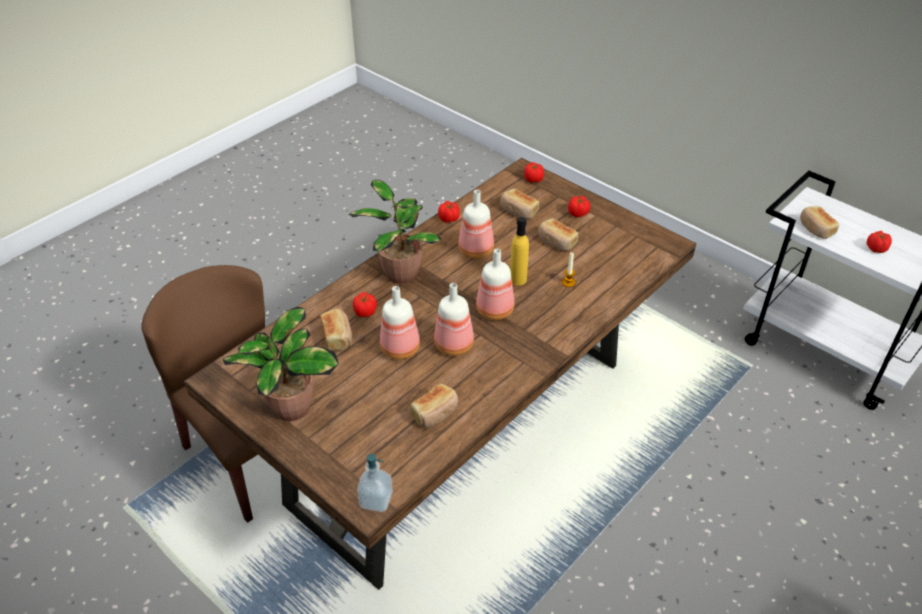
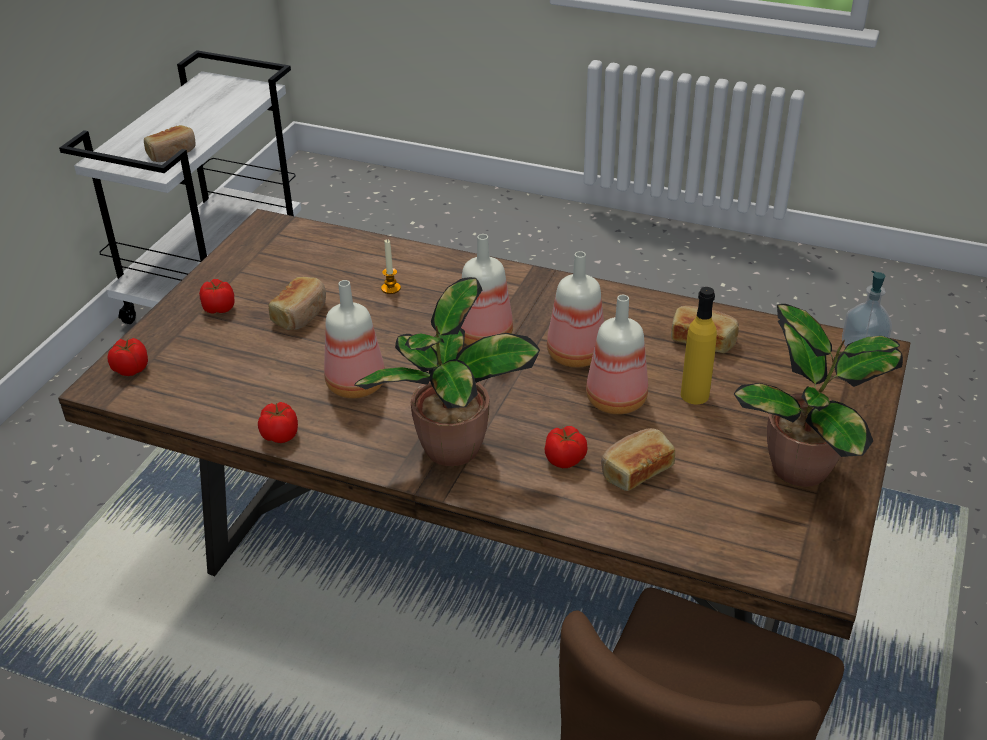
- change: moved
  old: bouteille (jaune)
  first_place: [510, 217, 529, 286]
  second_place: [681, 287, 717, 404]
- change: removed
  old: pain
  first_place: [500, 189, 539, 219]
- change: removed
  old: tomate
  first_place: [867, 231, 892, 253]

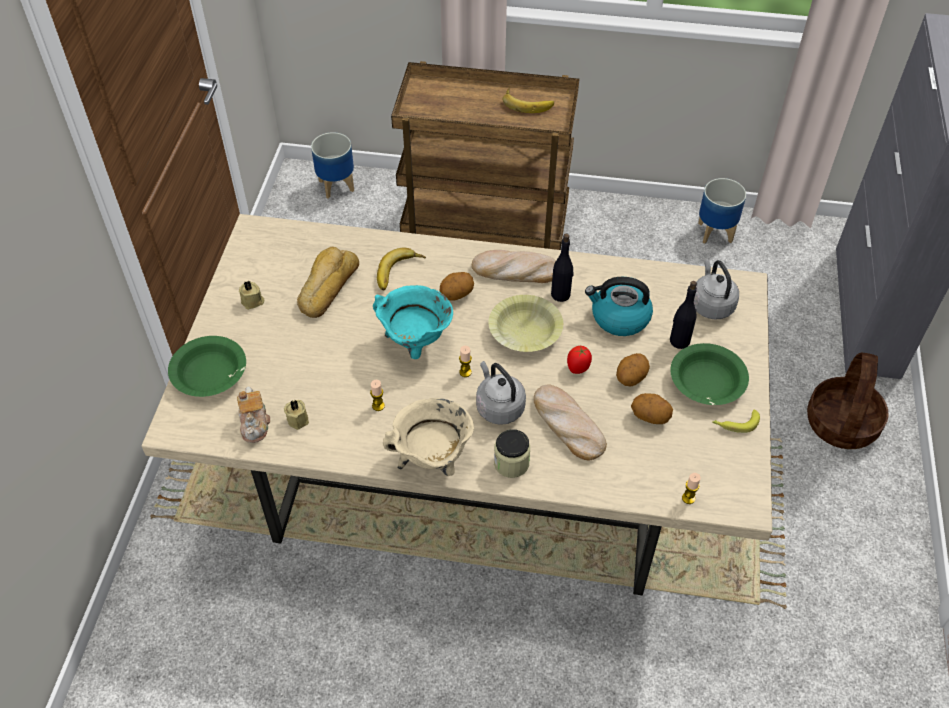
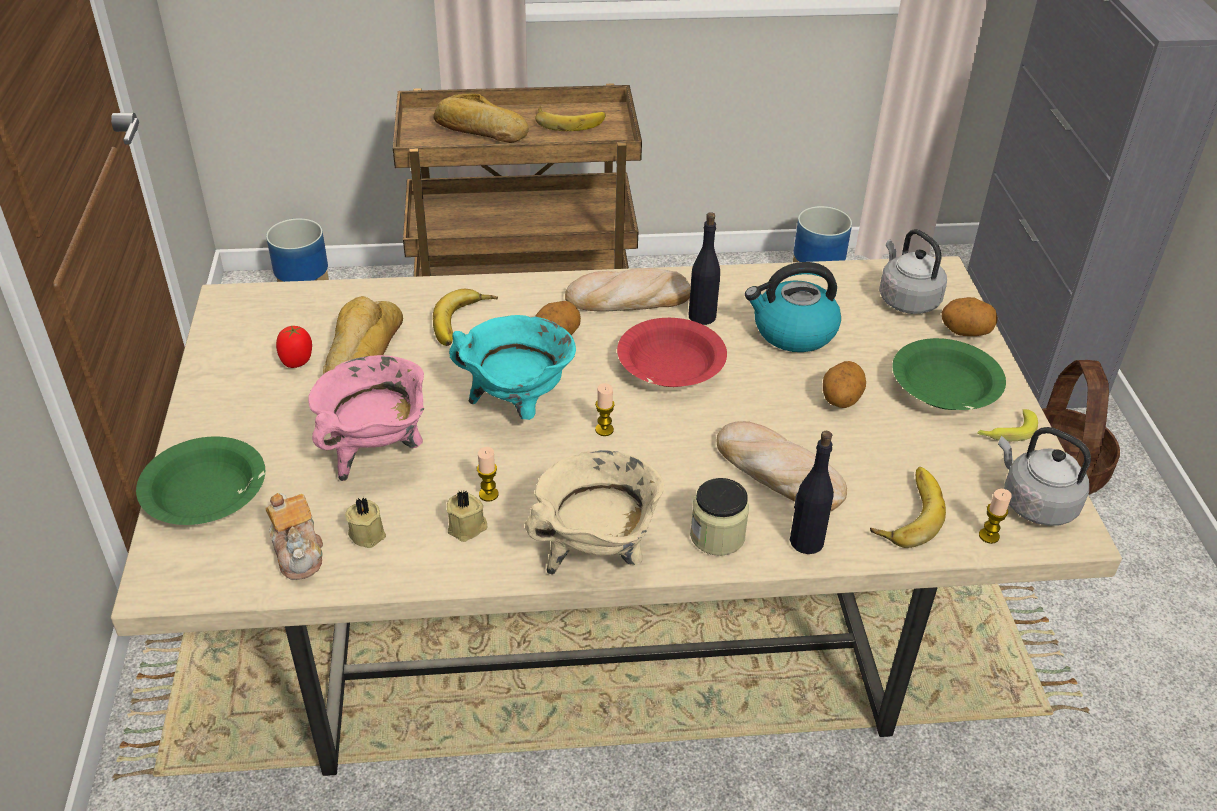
- change: moved
  old: tomate
  first_place: [567, 346, 592, 374]
  second_place: [276, 326, 312, 368]
- change: added
  new: marmite (rose)
  second_place: [308, 355, 424, 481]
- change: added
  new: pain
  second_place: [433, 94, 529, 143]
- change: moved
  old: bougie (beige)
  first_place: [239, 281, 264, 310]
  second_place: [447, 490, 487, 542]
- change: recoloured
  old: bol (jaune)
  new: bol (rouge)
  first_place: [488, 295, 563, 352]
  second_place: [617, 318, 727, 387]
- change: moved
  old: bouteille (noir)
  first_place: [670, 281, 697, 349]
  second_place: [790, 431, 834, 554]
- change: added
  new: banane
  second_place: [870, 467, 946, 548]
- change: moved
  old: pomme de terre
  first_place: [631, 393, 673, 424]
  second_place: [942, 297, 998, 336]
- change: moved
  old: bouilloire (gris)
  first_place: [476, 361, 526, 425]
  second_place: [998, 427, 1091, 526]

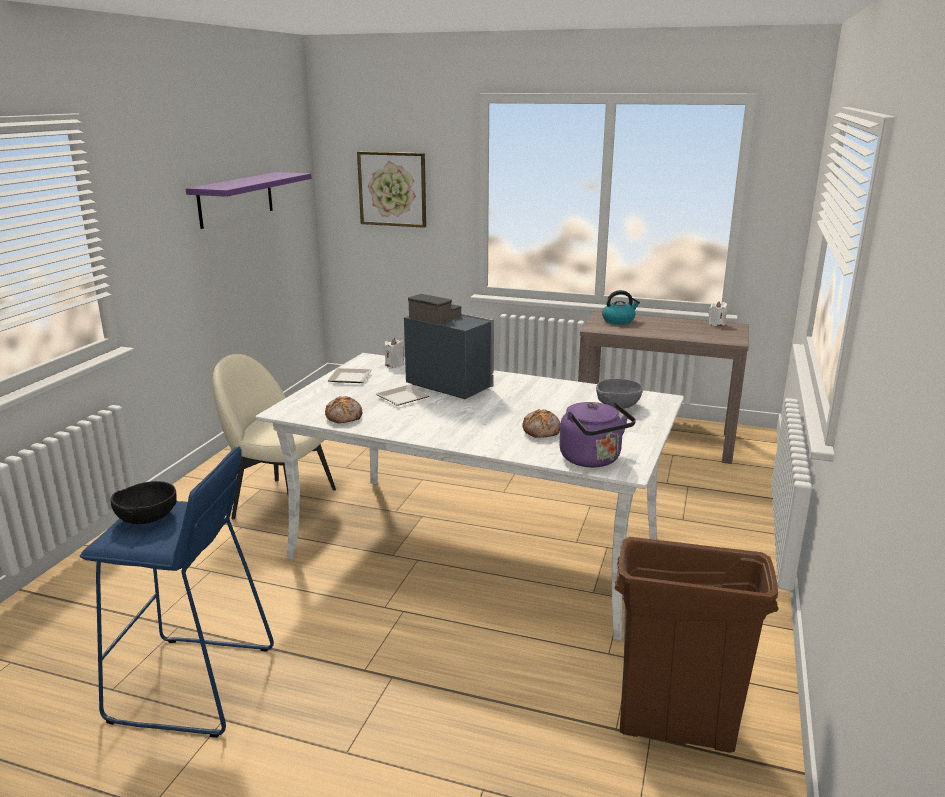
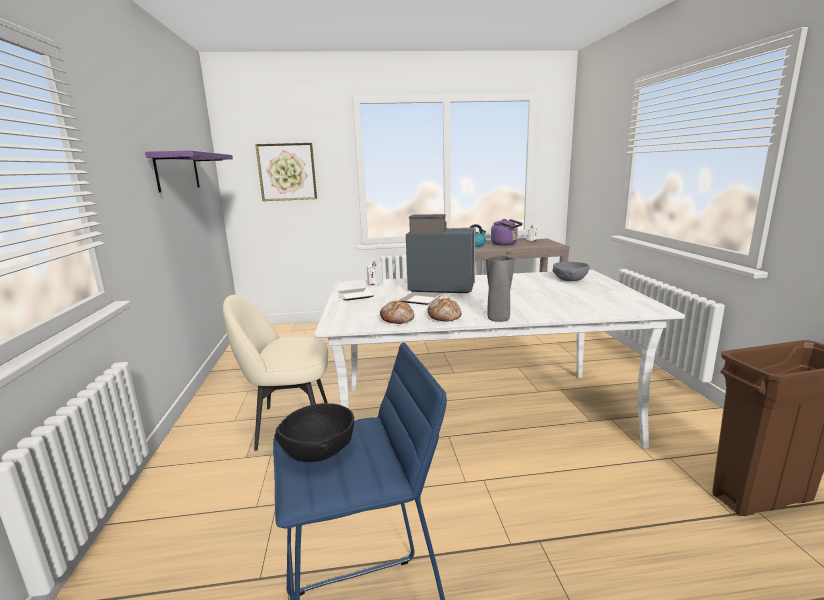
- change: moved
  old: pain
  first_place: [523, 409, 561, 438]
  second_place: [428, 298, 461, 322]
- change: added
  new: vase (gris)
  second_place: [486, 256, 515, 322]
- change: moved
  old: bouilloire (violet)
  first_place: [559, 402, 636, 468]
  second_place: [491, 219, 523, 246]

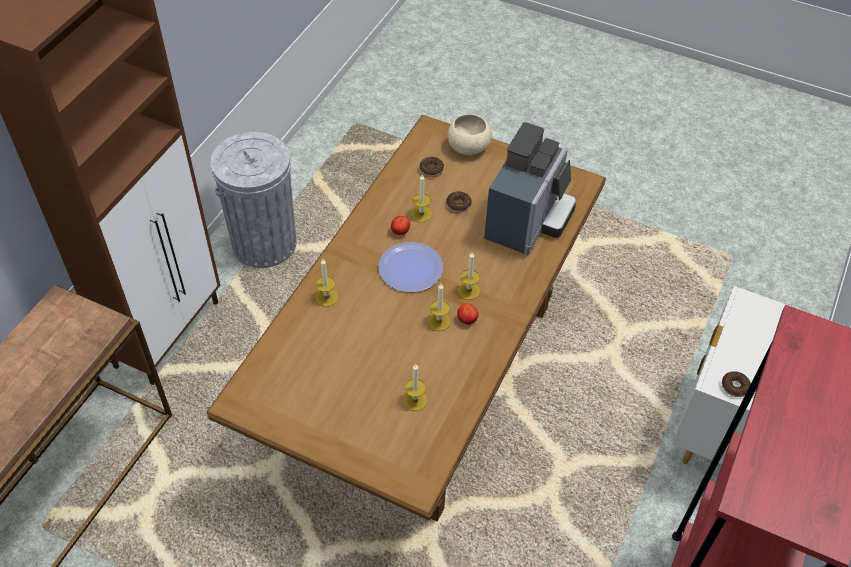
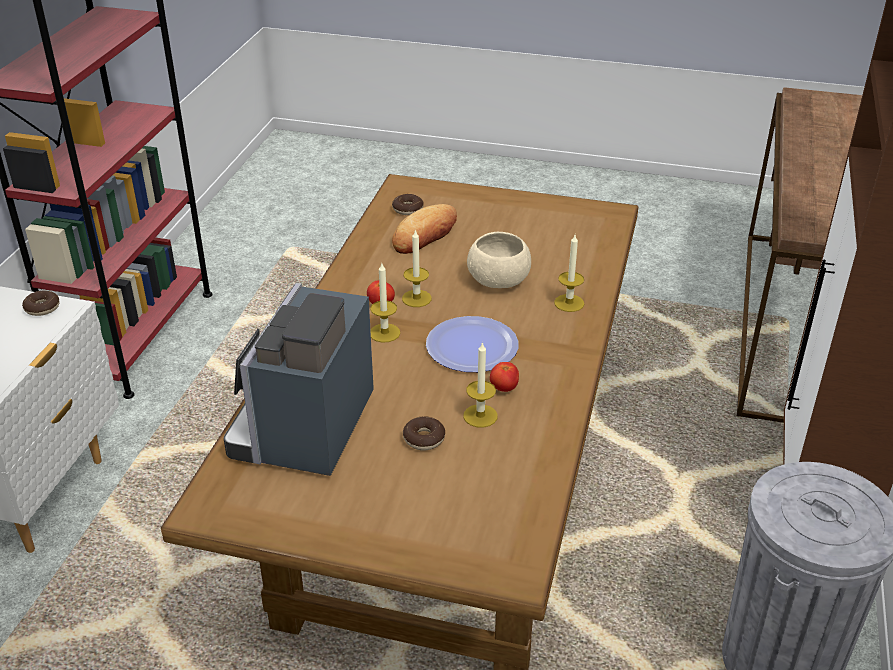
- change: moved
  old: beignet
  first_place: [419, 157, 444, 177]
  second_place: [392, 194, 424, 215]
- change: replaced
  old: bougie
  new: pain
  first_place: [403, 364, 427, 411]
  second_place: [392, 204, 457, 254]
- change: moved
  old: bol (beige)
  first_place: [448, 114, 492, 155]
  second_place: [467, 232, 531, 288]

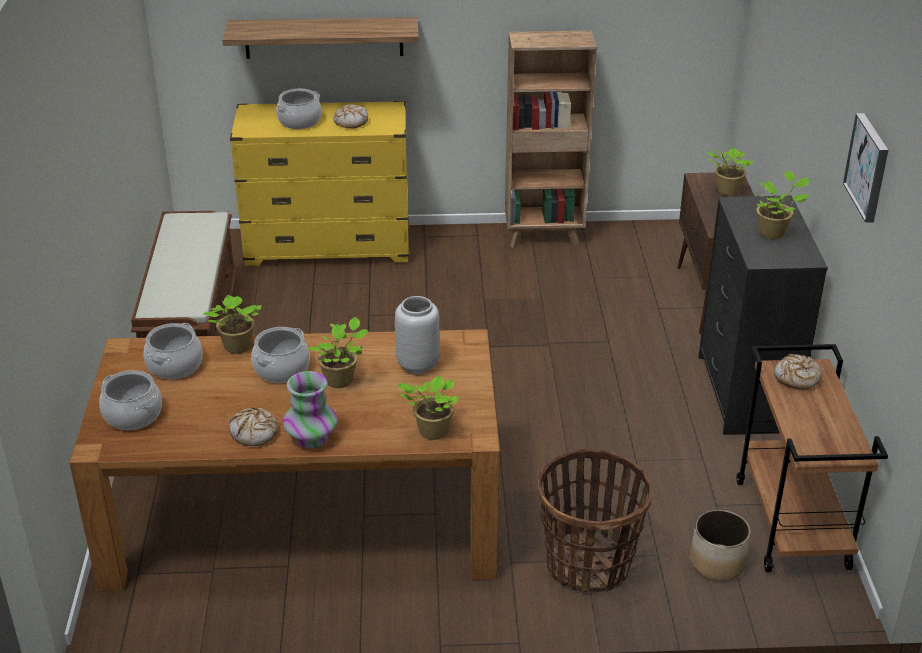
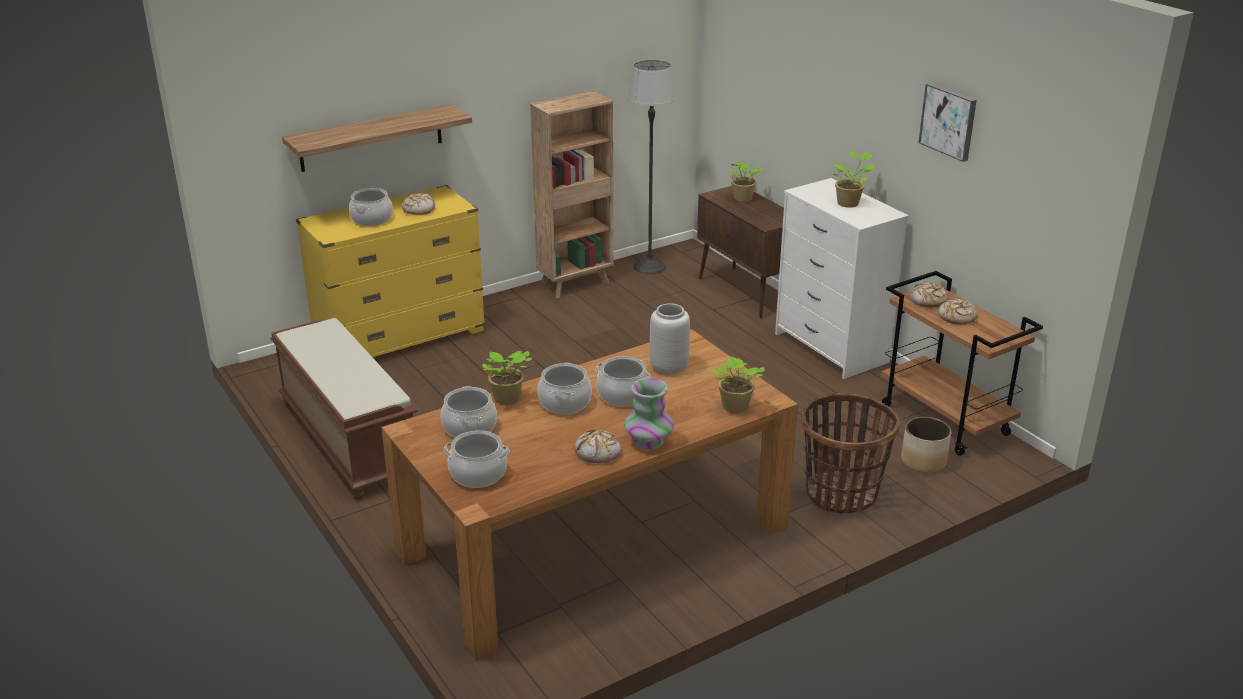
- change: replaced
  old: plante en pot
  new: marmite
  first_place: [308, 317, 369, 388]
  second_place: [595, 356, 652, 407]
- change: added
  new: lampadaire
  second_place: [628, 60, 676, 274]
- change: recoloured
  old: commode (noir)
  new: commode (blanc)
  first_place: [698, 196, 828, 435]
  second_place: [775, 178, 909, 379]
- change: added
  new: pain
  second_place: [938, 298, 977, 325]

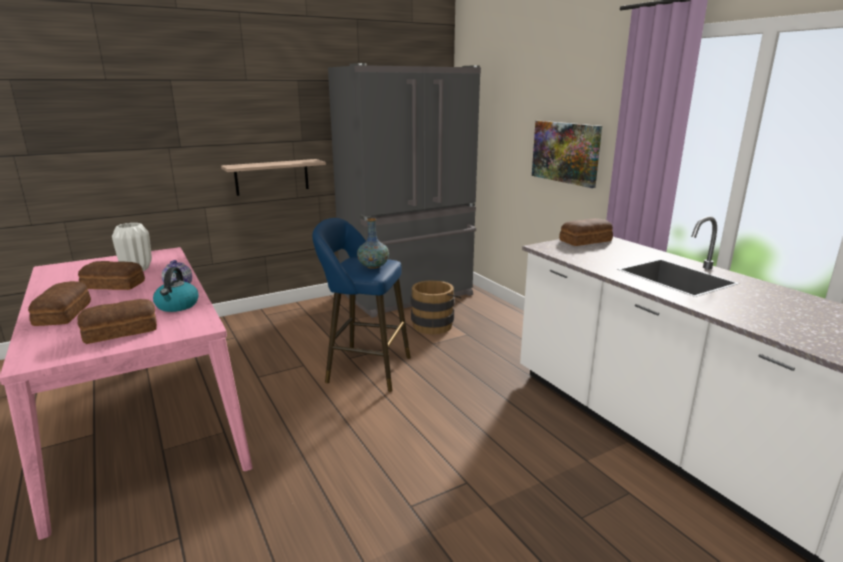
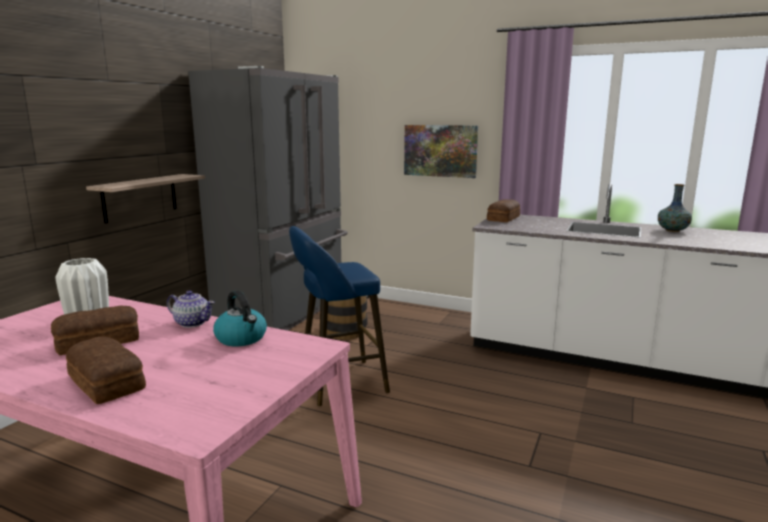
- change: moved
  old: vase
  first_place: [357, 218, 389, 269]
  second_place: [658, 184, 692, 232]
- change: removed
  old: pain
  first_place: [78, 299, 157, 344]

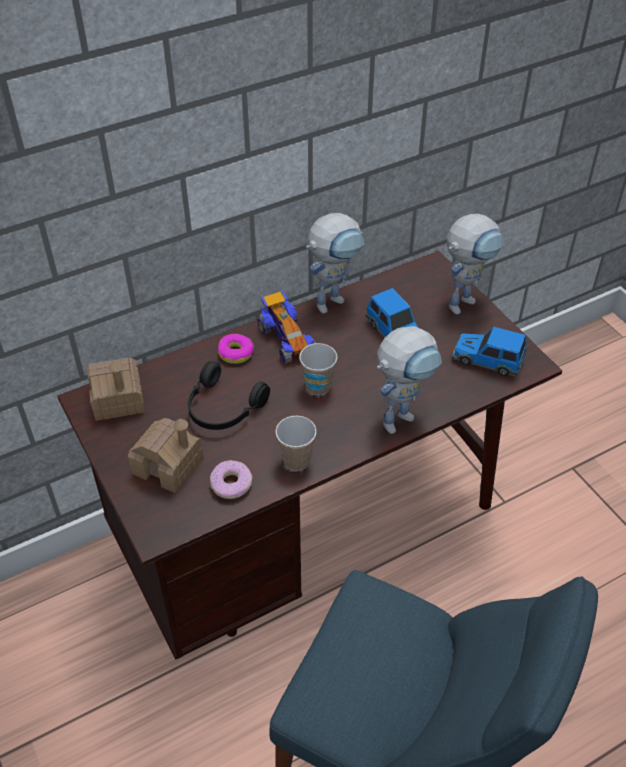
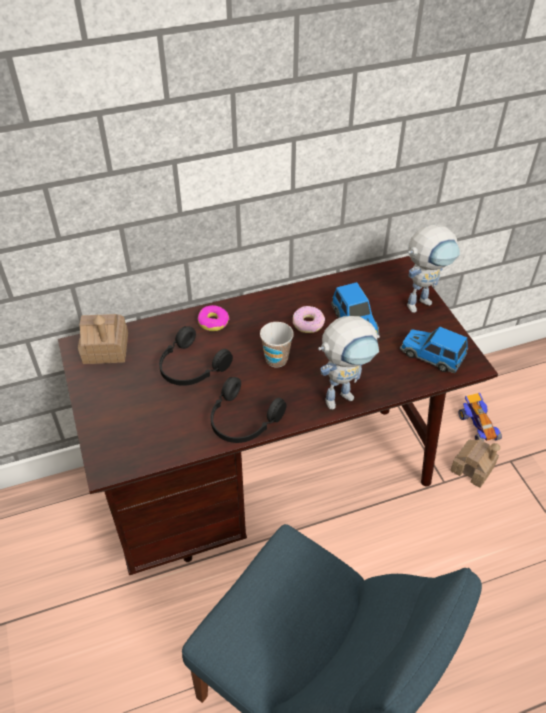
- change: replaced
  old: tasse
  new: casque audio (noir)
  first_place: [275, 416, 317, 471]
  second_place: [211, 377, 287, 443]
- change: moved
  old: beignet
  first_place: [210, 460, 252, 499]
  second_place: [293, 306, 325, 333]
- change: moved
  old: maison miniature
  first_place: [128, 418, 203, 493]
  second_place: [450, 439, 500, 488]
- change: moved
  old: petite voiture
  first_place: [258, 290, 316, 363]
  second_place: [459, 392, 502, 441]
- change: removed
  old: robot jouet
  first_place: [306, 213, 365, 314]

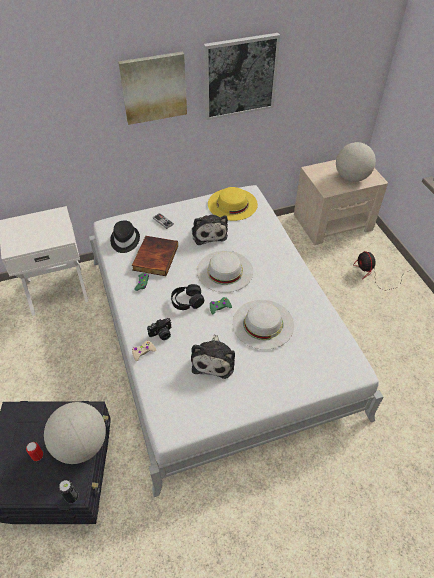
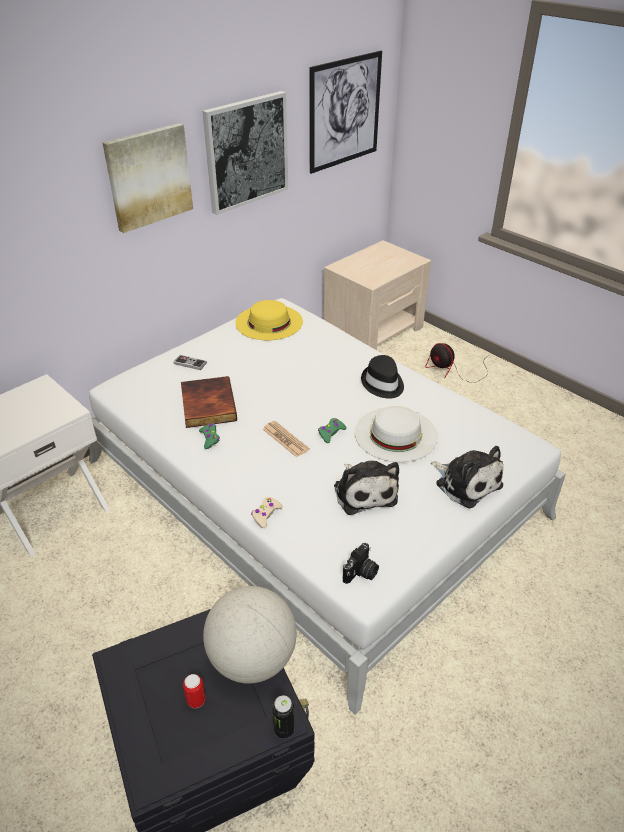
- change: replaced
  old: casque audio (noir)
  new: journal
  first_place: [171, 284, 204, 310]
  second_place: [263, 421, 310, 457]
- change: added
  new: tableau
  second_place: [309, 50, 382, 174]
- change: moved
  old: appareil photo
  first_place: [147, 318, 172, 340]
  second_place: [343, 543, 379, 584]
- change: moved
  old: chapeau (noir)
  first_place: [110, 221, 140, 253]
  second_place: [361, 355, 404, 399]
- change: moved
  old: peluche
  first_place: [192, 215, 228, 245]
  second_place: [431, 446, 503, 508]
- change: removed
  old: chapeau (blanc)
  first_place: [197, 251, 253, 292]
- change: removed
  old: globe
  first_place: [336, 142, 376, 182]

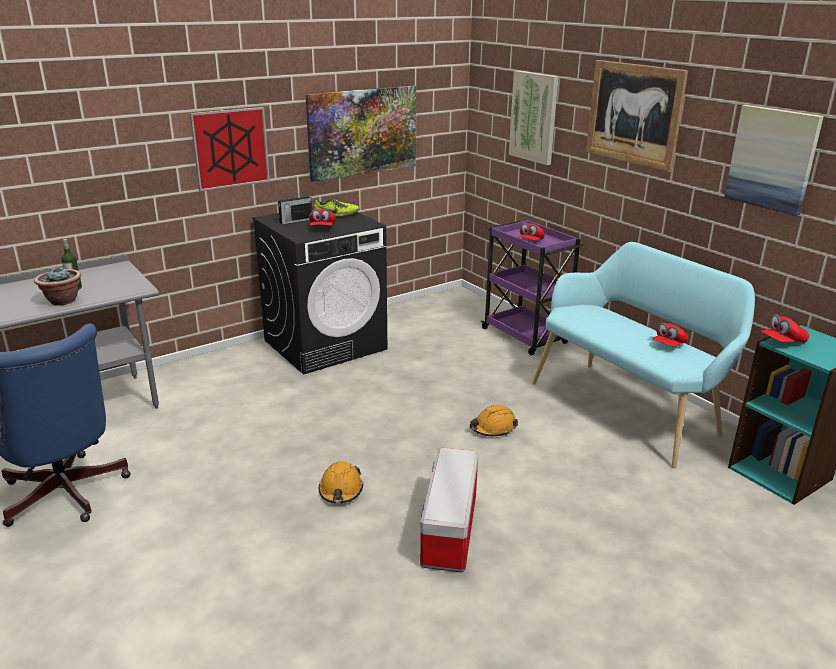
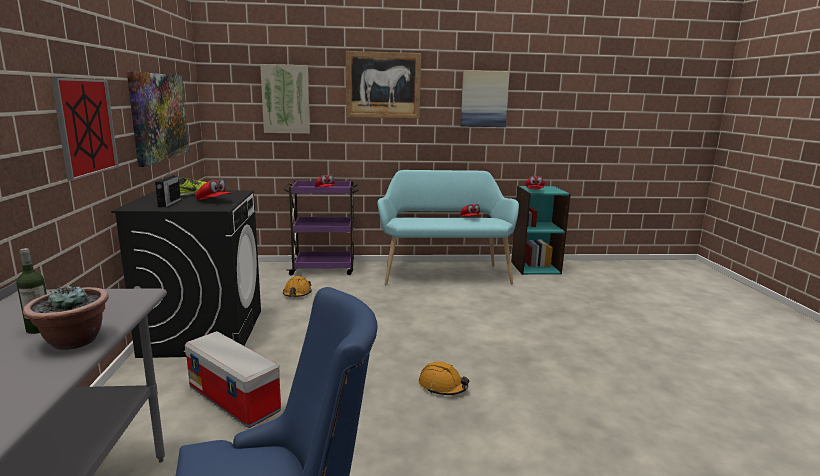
- change: moved
  old: boîte de rangement
  first_place: [420, 448, 478, 572]
  second_place: [185, 331, 281, 428]
- change: moved
  old: casque de chantier (orange)
  first_place: [470, 405, 518, 436]
  second_place: [283, 276, 312, 297]

